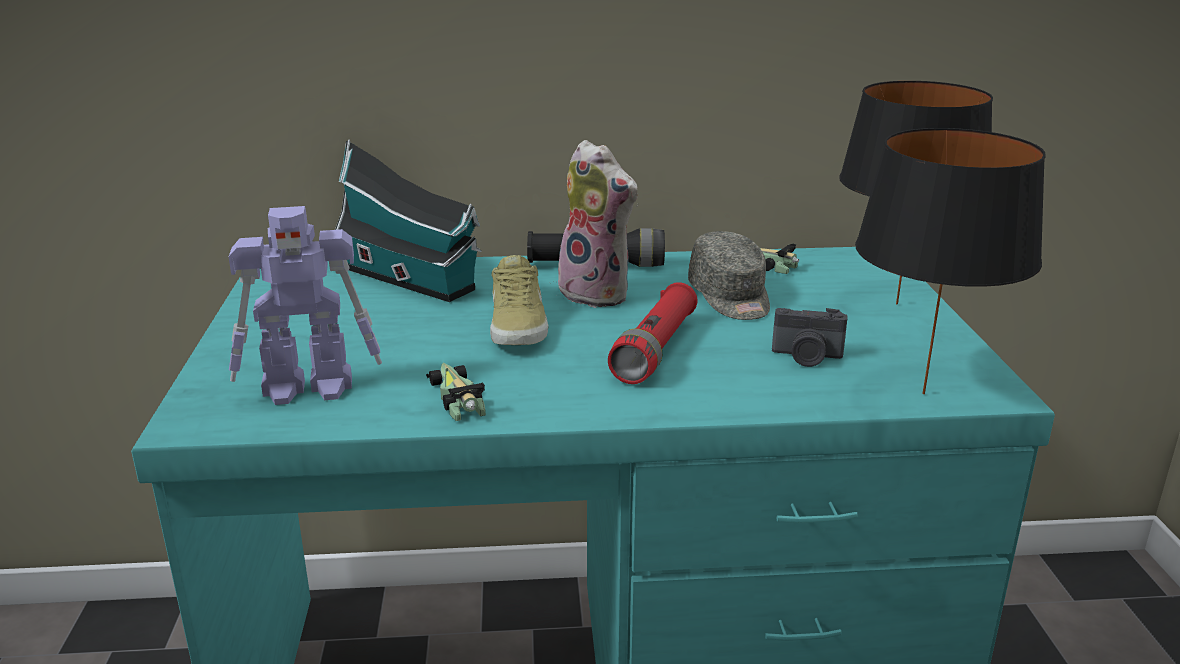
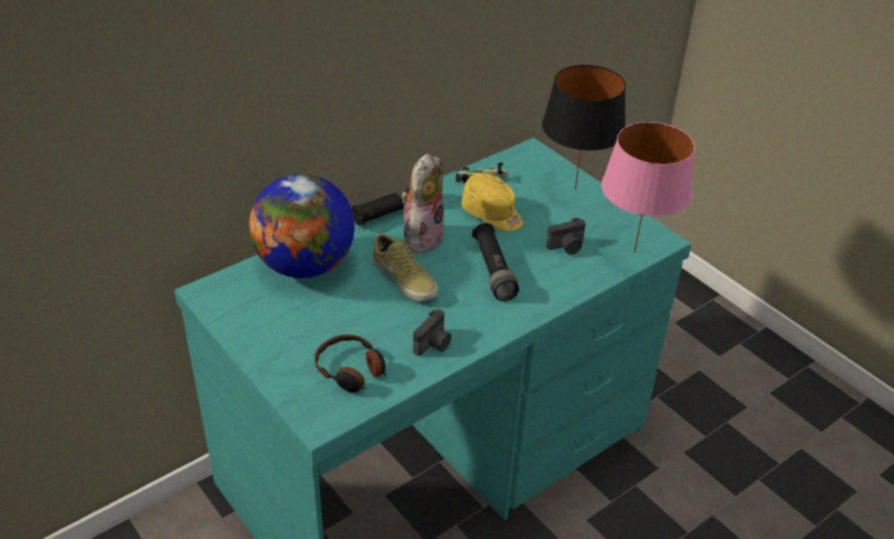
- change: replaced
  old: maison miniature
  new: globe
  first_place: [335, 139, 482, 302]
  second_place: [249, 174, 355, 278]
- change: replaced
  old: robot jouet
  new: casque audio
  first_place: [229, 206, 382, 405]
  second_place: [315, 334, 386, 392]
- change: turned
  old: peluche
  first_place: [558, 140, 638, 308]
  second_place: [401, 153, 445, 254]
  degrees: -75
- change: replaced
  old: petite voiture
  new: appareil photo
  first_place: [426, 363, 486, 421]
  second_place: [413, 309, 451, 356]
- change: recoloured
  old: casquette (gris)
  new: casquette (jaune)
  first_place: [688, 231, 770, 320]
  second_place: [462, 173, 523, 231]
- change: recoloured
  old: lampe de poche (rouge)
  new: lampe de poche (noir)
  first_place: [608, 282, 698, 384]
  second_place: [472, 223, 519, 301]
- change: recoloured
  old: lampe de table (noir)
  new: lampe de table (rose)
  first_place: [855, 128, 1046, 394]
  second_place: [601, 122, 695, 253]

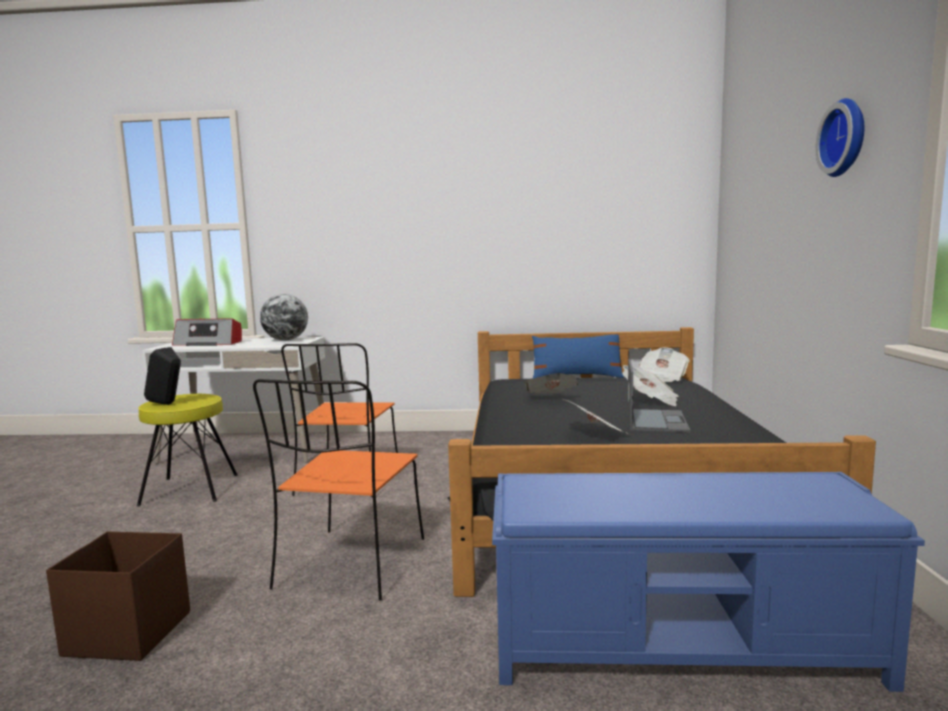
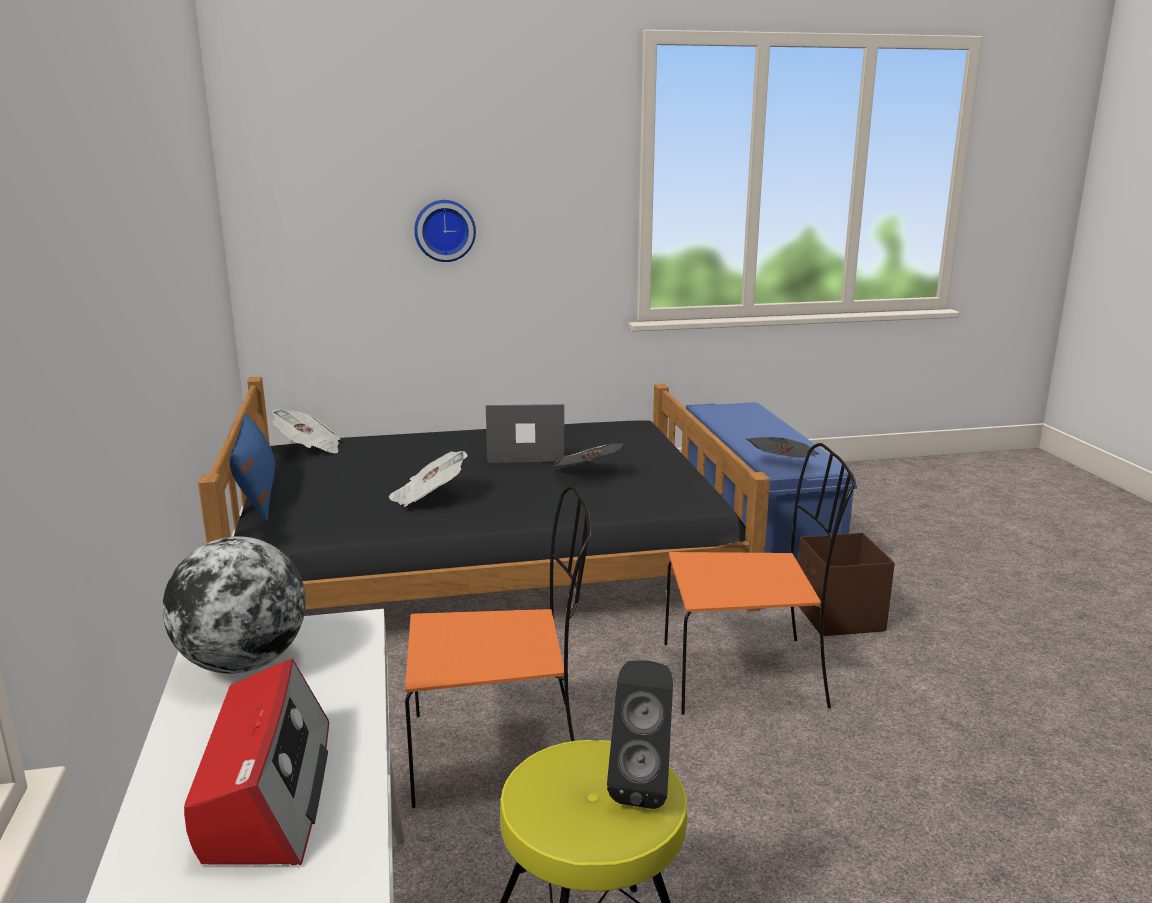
- change: moved
  old: horloge murale
  first_place: [816, 98, 864, 177]
  second_place: [414, 200, 476, 262]
- change: moved
  old: journal
  first_place: [622, 365, 679, 406]
  second_place: [746, 437, 819, 458]
- change: moved
  old: boîte de rangement (marron)
  first_place: [46, 531, 190, 661]
  second_place: [798, 533, 895, 636]

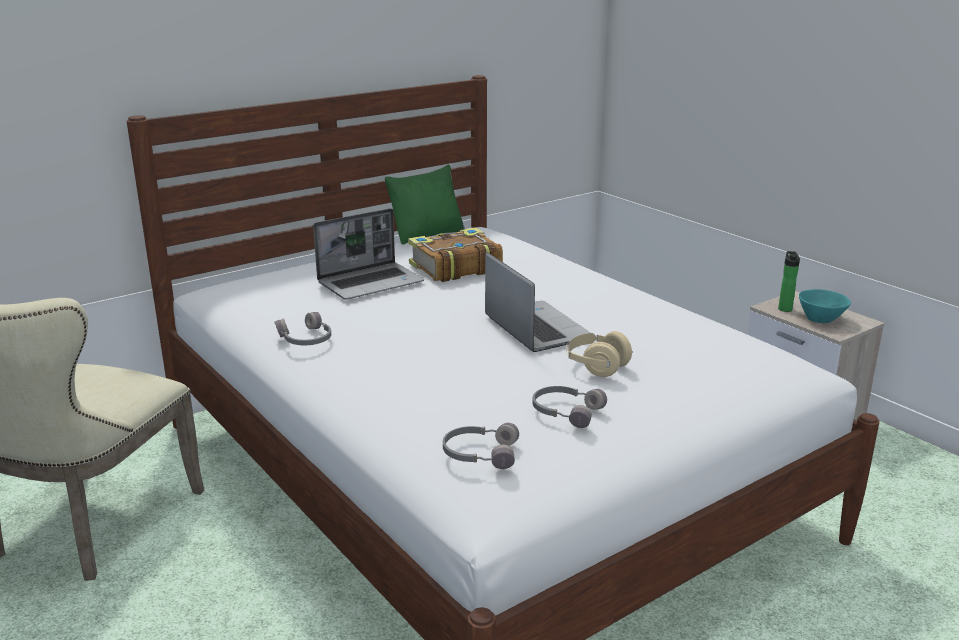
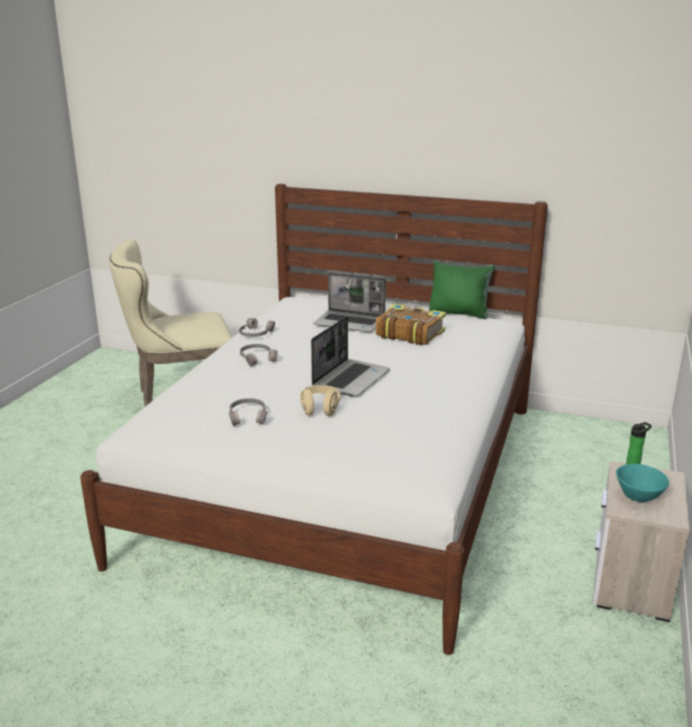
- change: moved
  old: casque audio (gris)
  first_place: [443, 423, 519, 469]
  second_place: [240, 344, 278, 366]

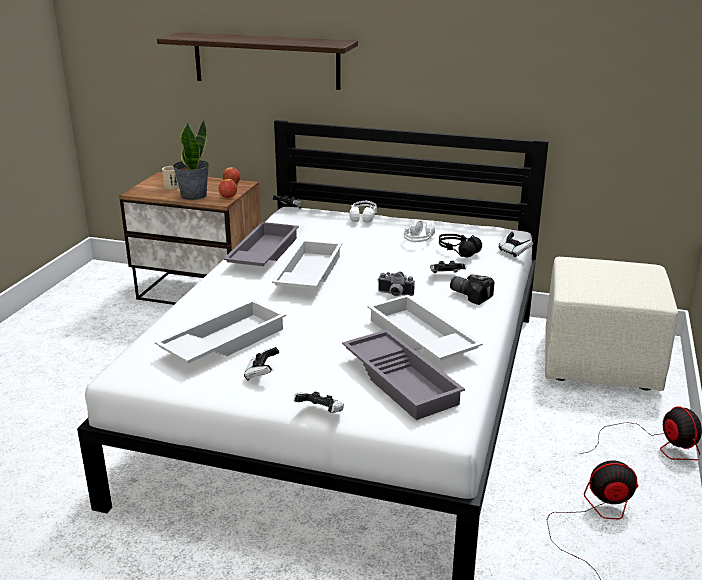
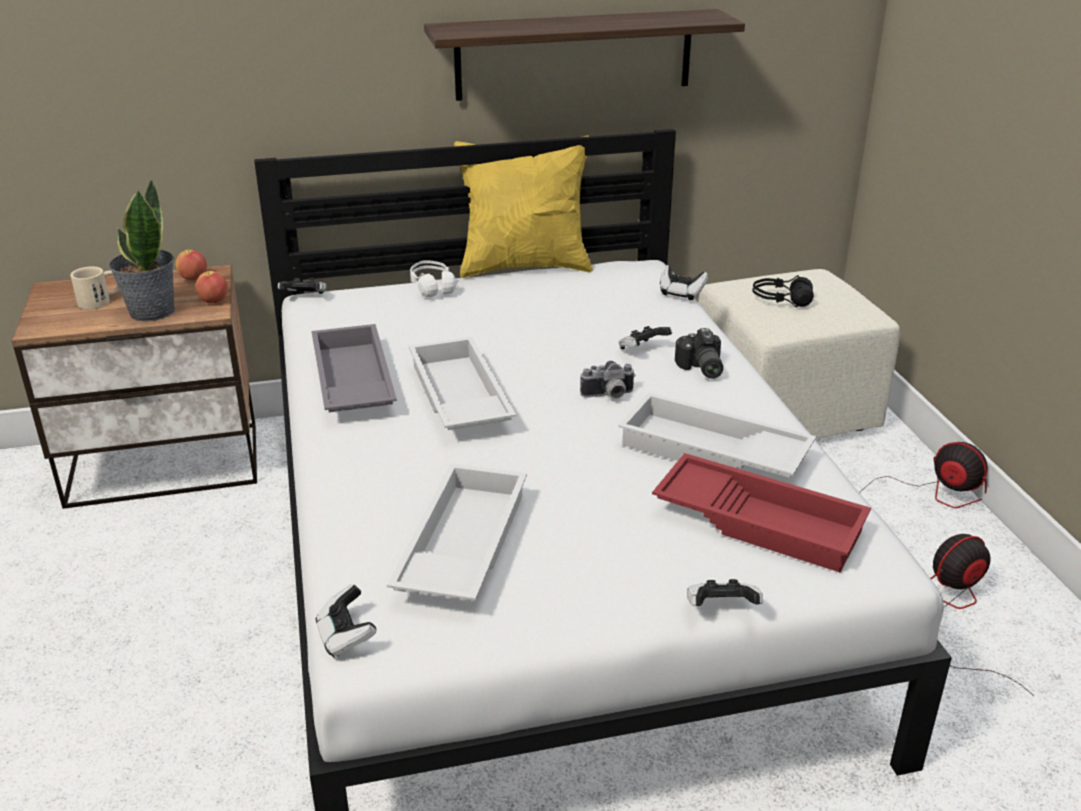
- change: moved
  old: manette
  first_place: [244, 347, 279, 381]
  second_place: [316, 584, 376, 658]
- change: moved
  old: étagère
  first_place: [157, 32, 358, 90]
  second_place: [424, 9, 745, 101]
- change: added
  new: coussin (jaune)
  second_place: [454, 136, 593, 278]
- change: recoloured
  old: plateau (gris)
  new: plateau (rouge)
  first_place: [342, 330, 465, 420]
  second_place: [652, 453, 871, 573]
- change: turned
  old: appareil photo
  first_place: [450, 275, 495, 305]
  second_place: [675, 328, 723, 379]
  degrees: -105
- change: moved
  old: casque audio (noir)
  first_place: [439, 234, 482, 258]
  second_place: [752, 275, 814, 307]
- change: removed
  old: casque audio (blanc)
  first_place: [404, 219, 435, 242]

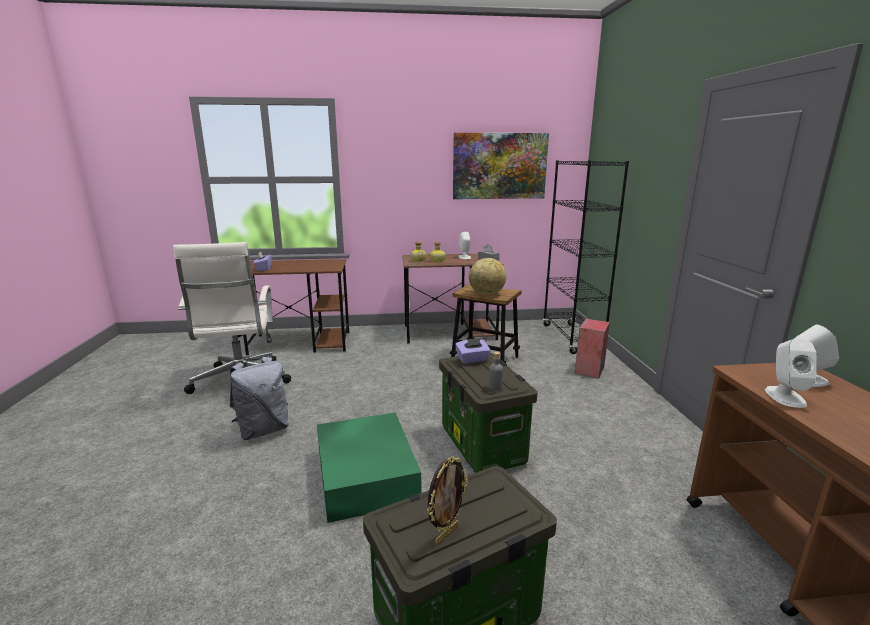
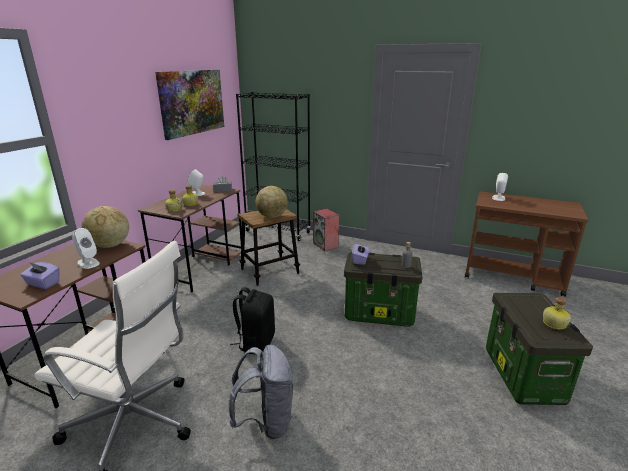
- change: moved
  old: enceinte (blanc)
  first_place: [765, 338, 817, 408]
  second_place: [72, 228, 100, 269]
- change: added
  new: globe
  second_place: [82, 206, 129, 248]
- change: added
  new: sac à dos (noir)
  second_place: [230, 287, 275, 355]
- change: replaced
  old: cadre photo
  new: bouteille
  first_place: [427, 457, 468, 544]
  second_place: [543, 297, 571, 330]
- change: removed
  old: boîte de rangement (vert)
  first_place: [317, 412, 421, 523]

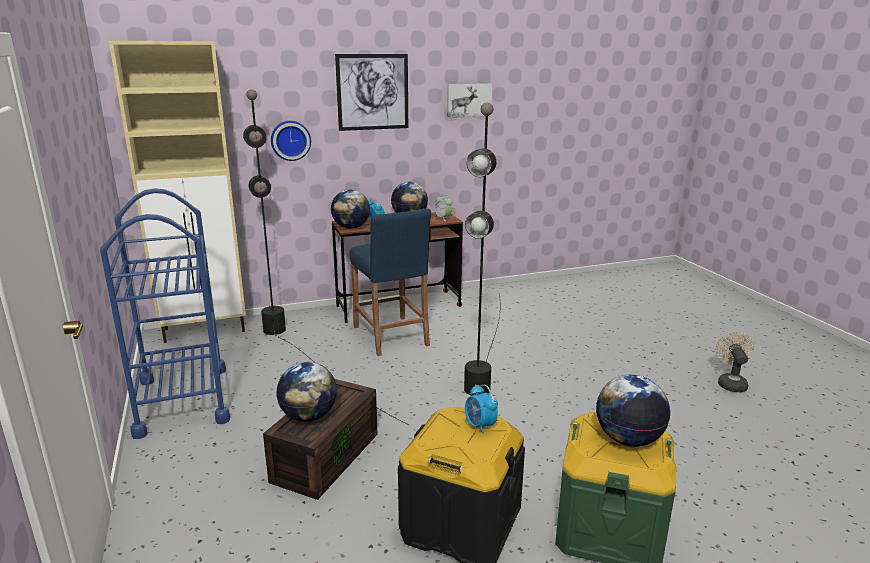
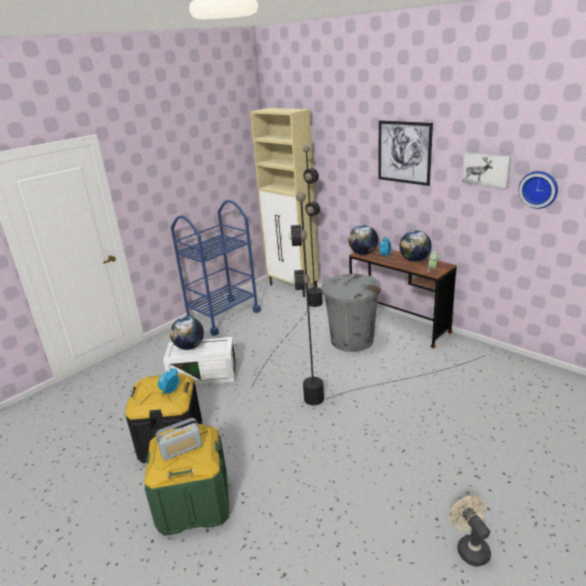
- change: replaced
  old: globe
  new: radio
  first_place: [596, 375, 670, 447]
  second_place: [156, 418, 202, 461]
- change: recoloured
  old: boîte de rangement (marron)
  new: boîte de rangement (blanc)
  first_place: [263, 379, 377, 500]
  second_place: [163, 337, 236, 385]
- change: replaced
  old: tabouret (bleu)
  new: poubelle (gris)
  first_place: [350, 209, 431, 356]
  second_place: [321, 274, 381, 352]
- change: turned
  old: ventilateur (beige)
  first_place: [716, 332, 754, 392]
  second_place: [449, 495, 491, 566]
  degrees: -90
- change: moved
  old: horloge murale
  first_place: [271, 121, 311, 161]
  second_place: [518, 171, 558, 209]

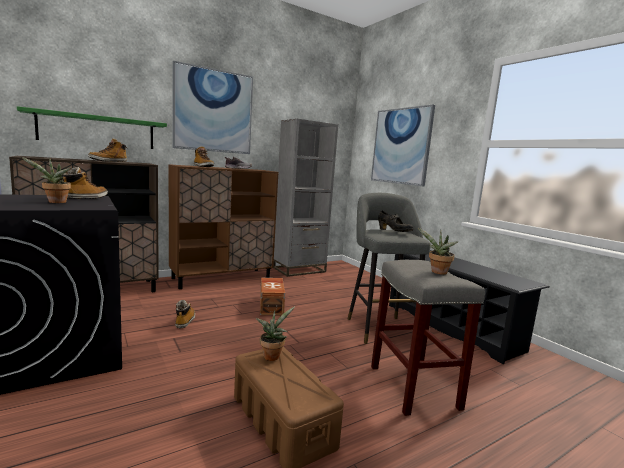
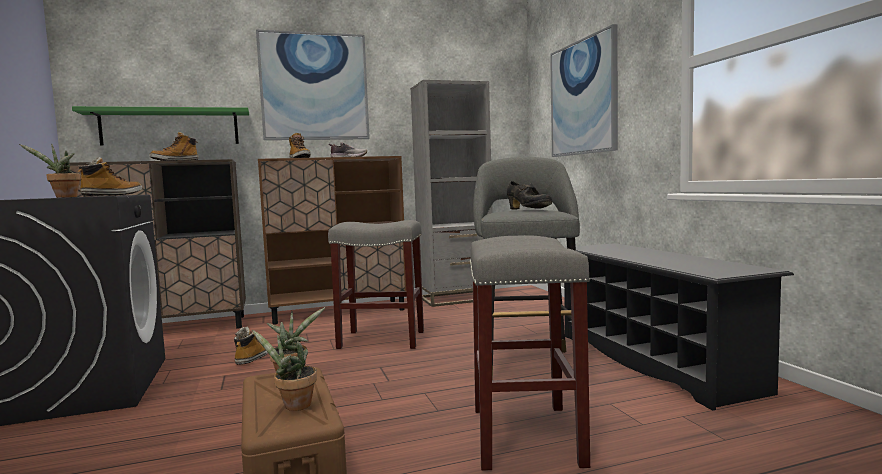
- change: moved
  old: plante en pot
  first_place: [417, 227, 458, 275]
  second_place: [252, 330, 317, 411]
- change: replaced
  old: boîte de rangement (marron)
  new: tabouret (gris)
  first_place: [260, 278, 285, 315]
  second_place: [328, 220, 424, 349]

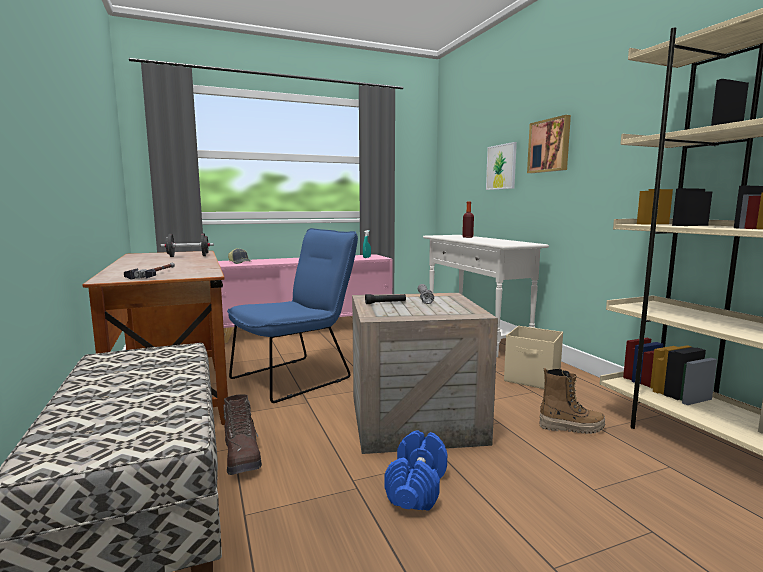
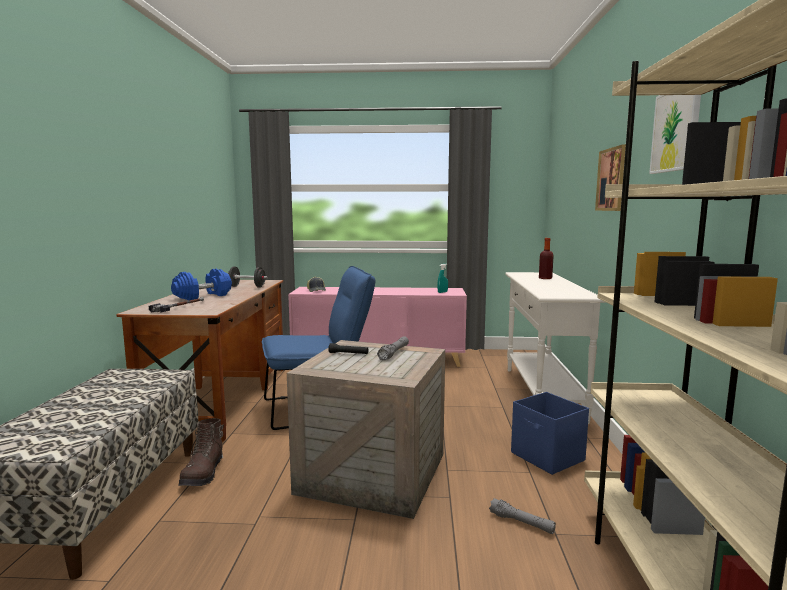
- change: moved
  old: haltère (bleu)
  first_place: [385, 430, 447, 511]
  second_place: [171, 269, 232, 300]
- change: replaced
  old: botte
  new: lampe de poche (gris)
  first_place: [539, 368, 605, 434]
  second_place: [489, 498, 556, 534]
- change: recoloured
  old: boîte de rangement (beige)
  new: boîte de rangement (bleu)
  first_place: [504, 326, 563, 389]
  second_place: [511, 392, 589, 475]
- change: moved
  old: tableau
  first_place: [486, 142, 517, 190]
  second_place: [649, 95, 701, 174]

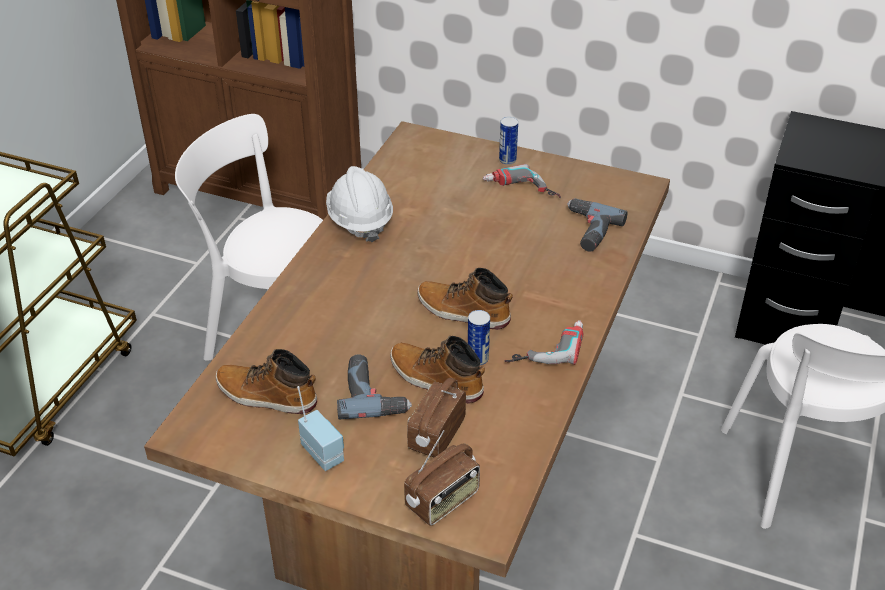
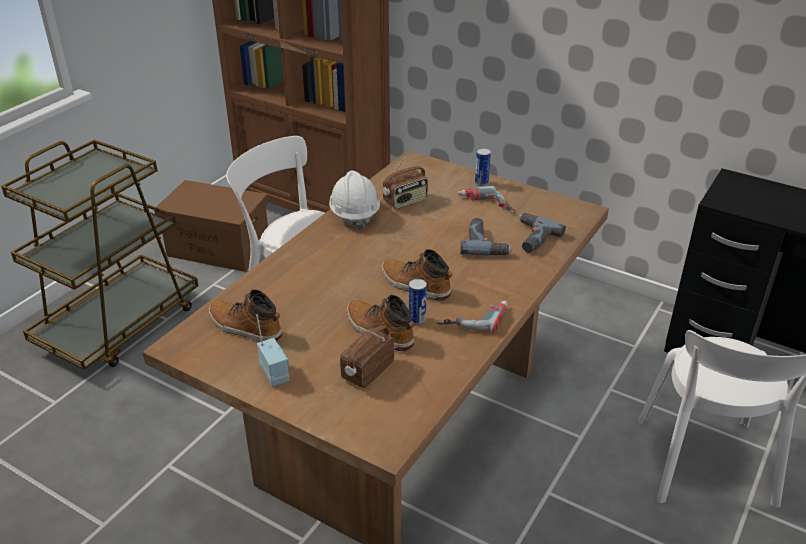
- change: added
  new: boîte de rangement (marron)
  second_place: [154, 180, 268, 272]
- change: moved
  old: radio
  first_place: [404, 430, 480, 526]
  second_place: [383, 153, 428, 209]
- change: moved
  old: perceuse
  first_place: [337, 355, 412, 419]
  second_place: [460, 218, 512, 255]

